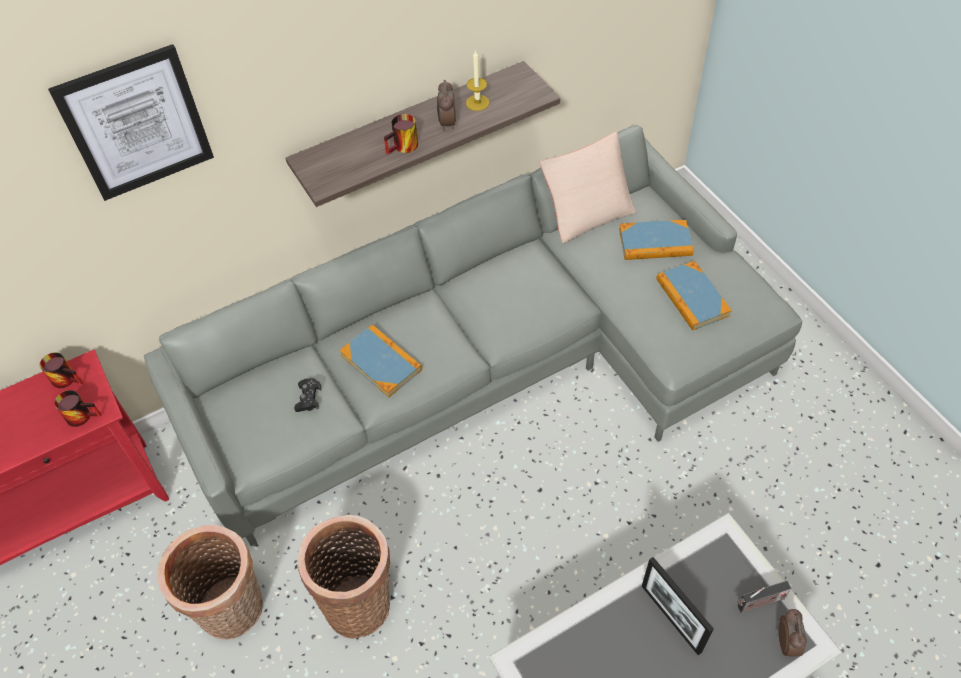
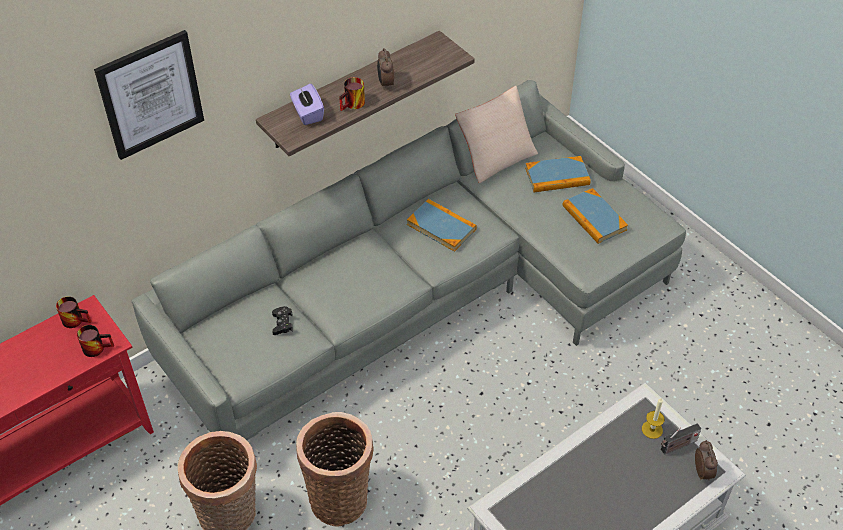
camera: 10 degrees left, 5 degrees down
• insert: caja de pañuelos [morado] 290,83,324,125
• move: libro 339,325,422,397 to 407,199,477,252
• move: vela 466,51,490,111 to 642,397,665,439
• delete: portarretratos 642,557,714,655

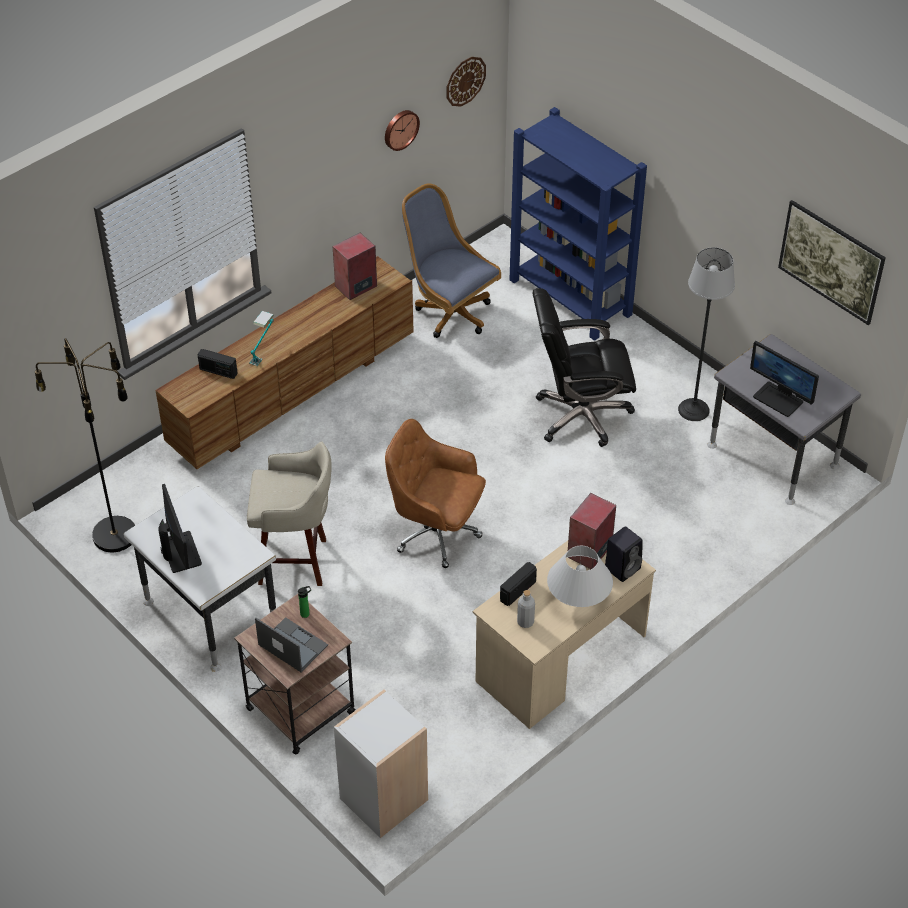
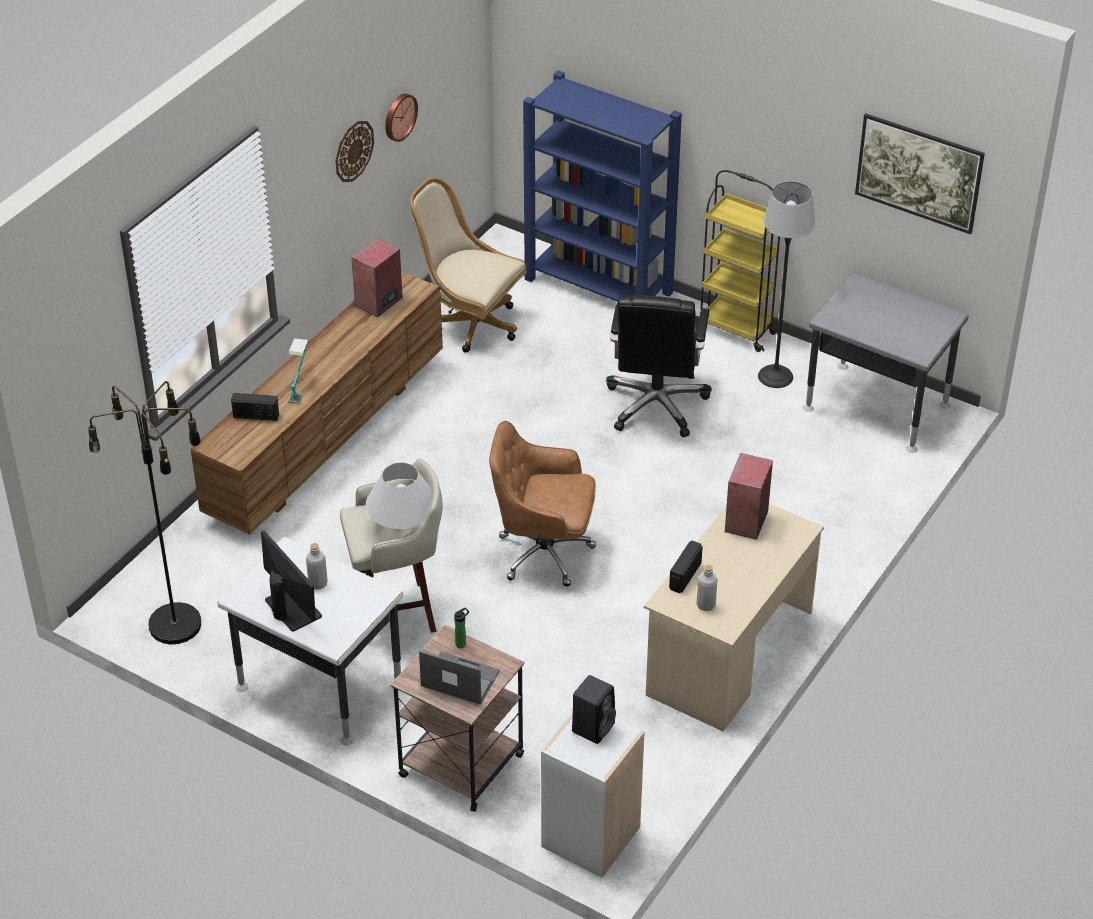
camera: 15 degrees left, 5 degrees down
• insert: botella [gris] 306,543,328,589
• move: reloj de pared 447,57,486,107 to 336,121,374,182
• move: lámpara de mesa [blanco] 547,546,613,607 to 366,462,432,529
• recolor: silla de oficina [azul] 402,183,501,338 to silla de oficina [beis] 410,177,526,353
• move: altavoz [negro] 605,526,643,582 to 572,675,616,744
• rotate: silla de oficina [negro] 532,288,636,447 = 606,295,711,437 60 degrees counterclockwise
• insert: carrito [amarillo] 700,170,780,352
• delete: monitor 750,341,819,417

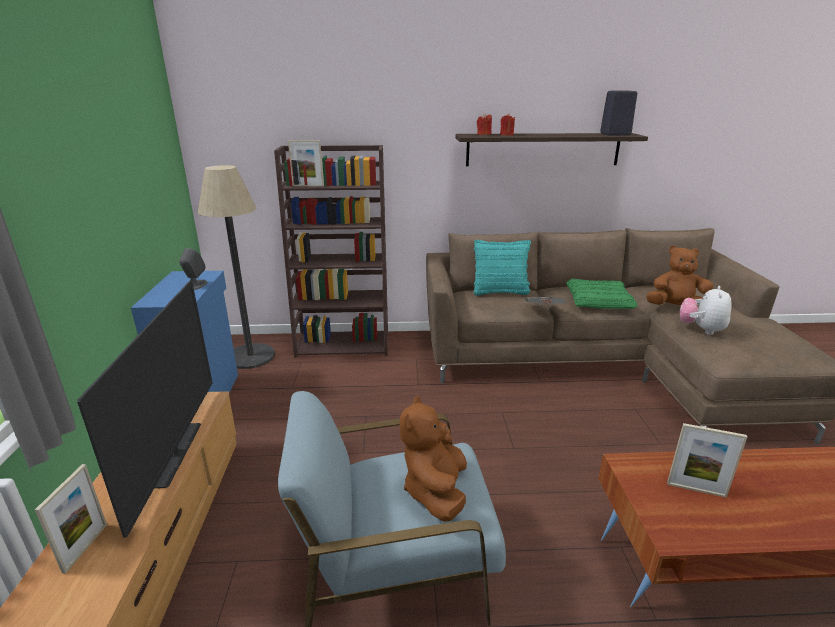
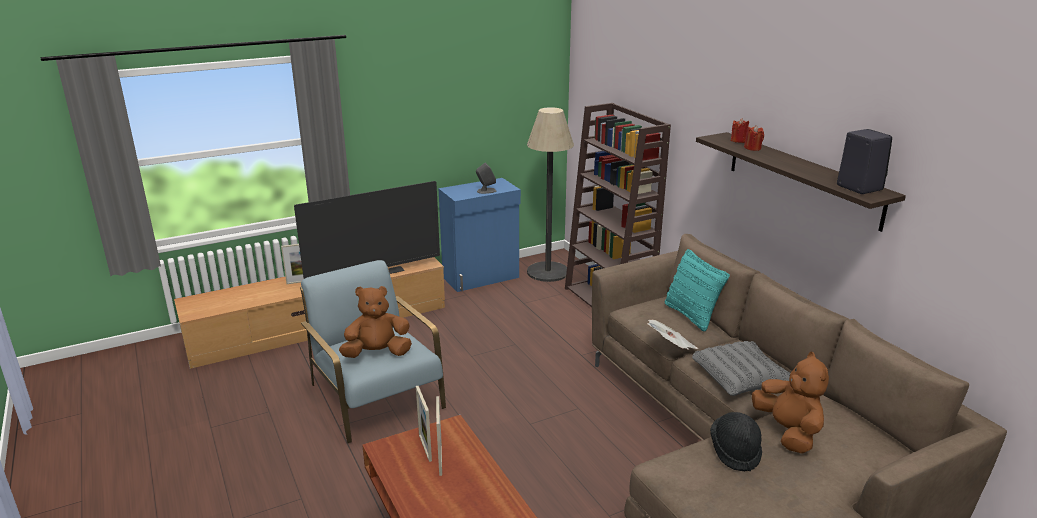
camera: 65 degrees right, 0 degrees up
• move: portarretratos 288,140,324,187 to 416,386,432,462
• recolor: cojín [verde] 567,279,638,309 to cojín [gris] 692,341,790,396
• replace: peluche 680,286,731,335 to sombrero [negro] 710,412,762,471

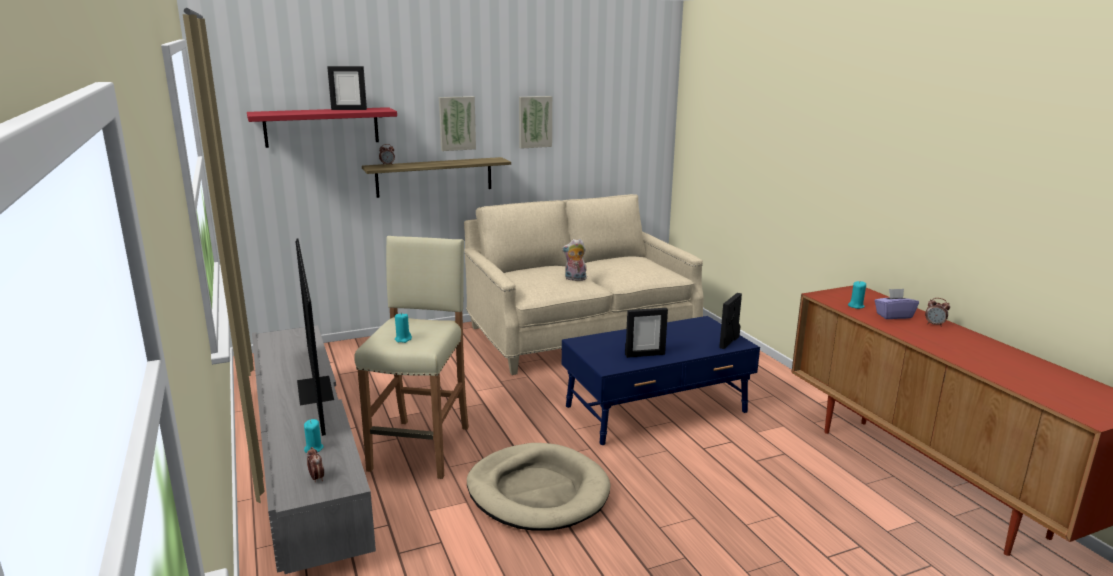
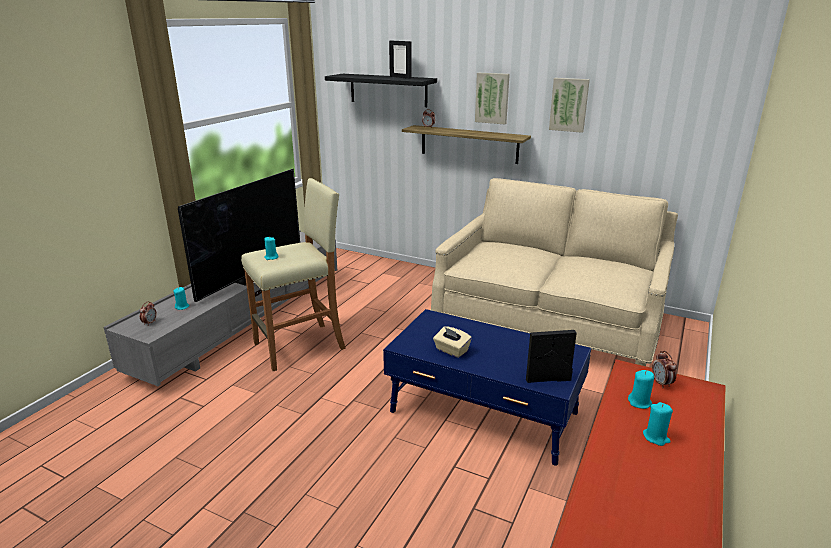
camera: 50 degrees right, 5 degrees up
• recolor: estante [rojo] 247,107,397,148 to estante [negro] 325,74,437,107
• replace: portarretratos 625,308,668,358 to caja de pañuelos [beis] 433,326,472,358
• replace: caja de pañuelos [morado] 875,289,919,319 to vela [turquesa] 643,402,673,446
• move: despertador 925,298,950,327 to 652,351,677,387
• delete: cama para perro [beis] 467,443,611,531
• delete: peluche 562,239,587,281

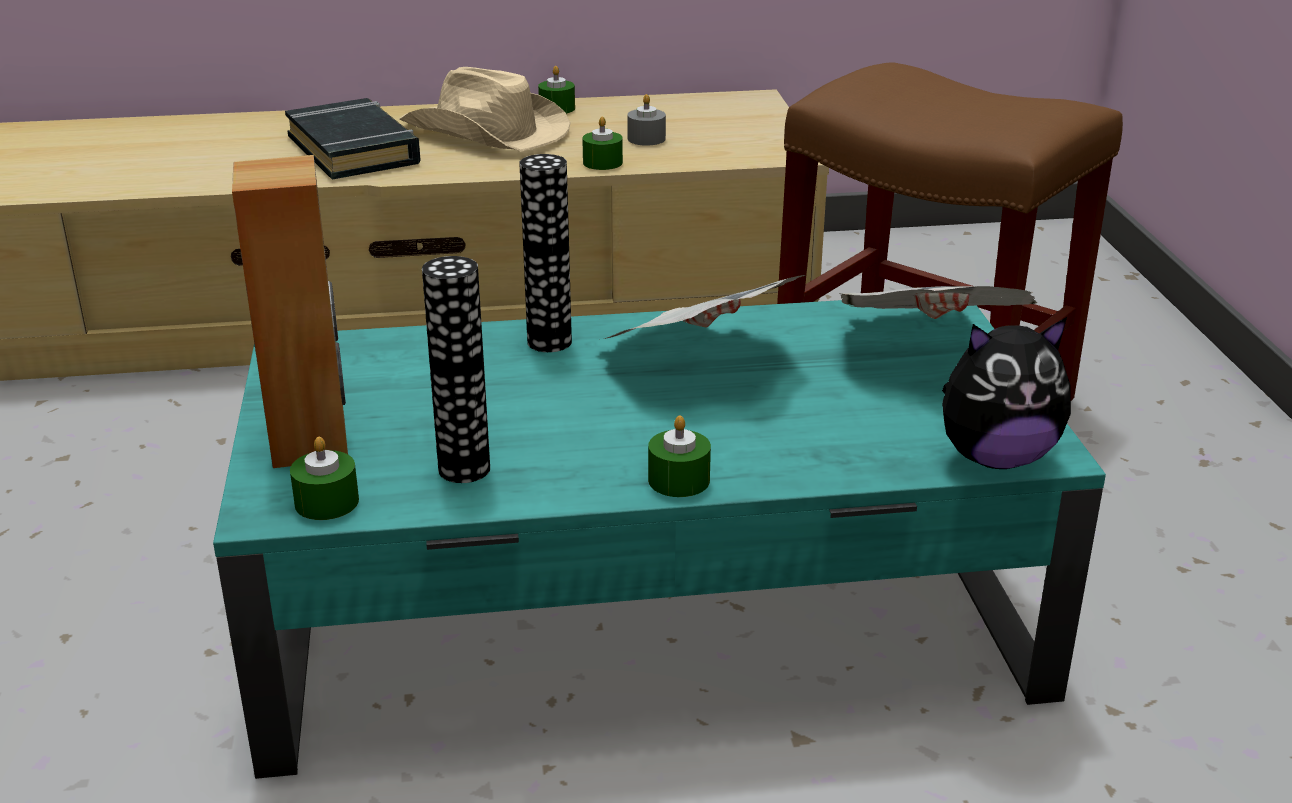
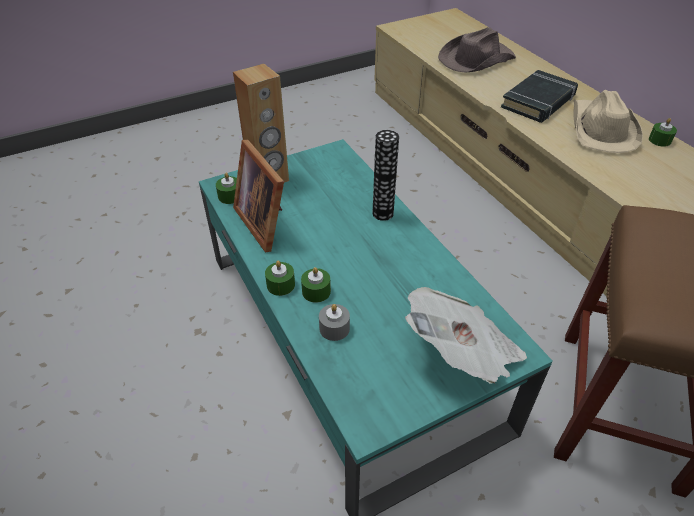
camera: 70 degrees right, 15 degrees up
• replace: florero 422,256,490,483 to portarretratos 233,140,284,253
• move: vela [verde] 582,117,623,170 to 301,267,331,303
• move: vela [gris] 627,94,666,146 to 319,304,350,341
• insert: sombrero [marrón] 438,27,516,72
• delete: periódico 601,275,806,340
• delete: peluche 942,317,1071,469

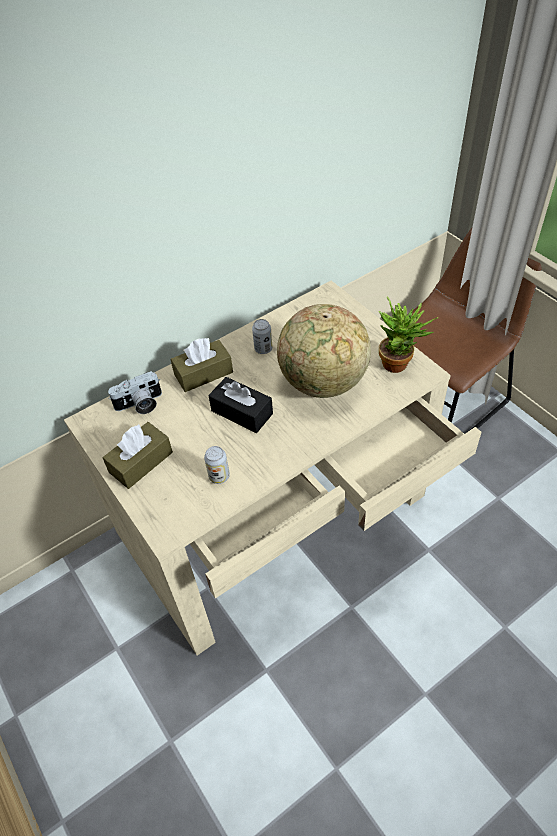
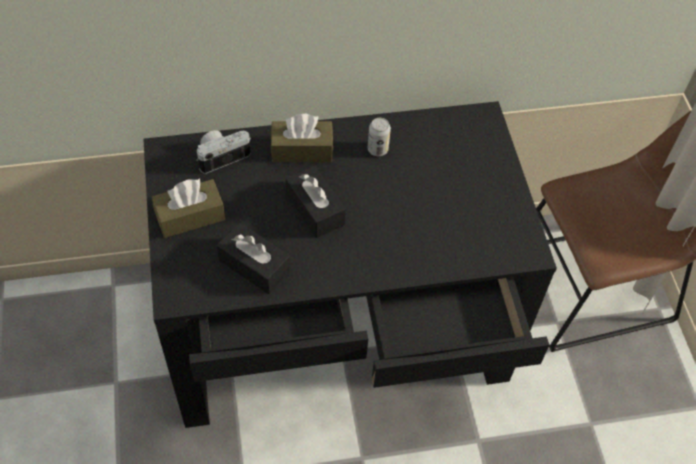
camera: 20 degrees right, 5 degrees up
• recolor: escritorio [beis] 64,281,481,655 to escritorio [negro] 143,101,557,428
• rotate: cámara 108,371,162,414 = 196,130,251,174 150 degrees clockwise
• replace: lata 204,446,230,484 to caja de pañuelos [negro] 217,223,291,294
• delete: globo terráqueo 277,304,371,398
• delete: planta en maceta 379,296,438,373

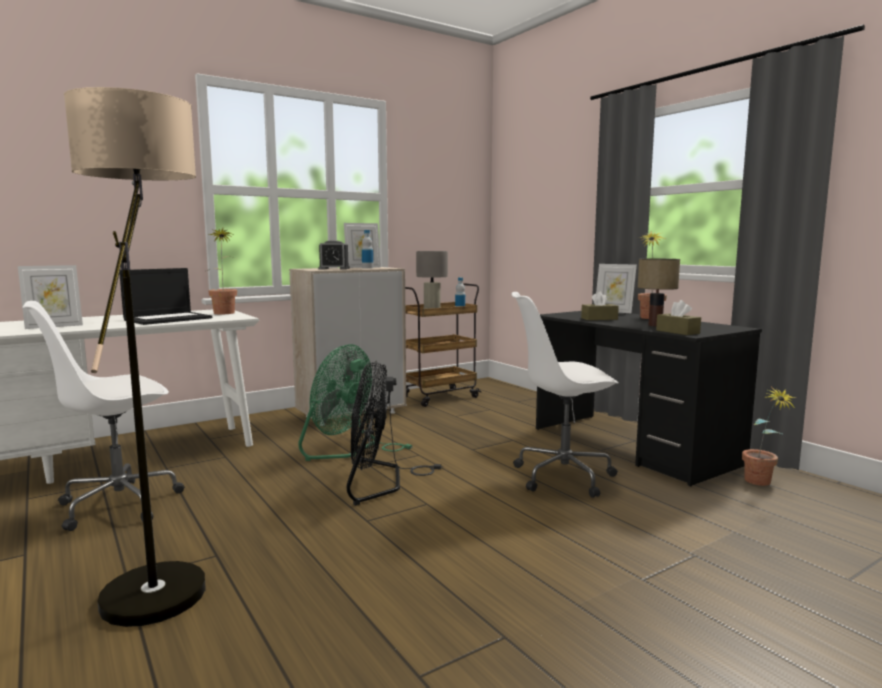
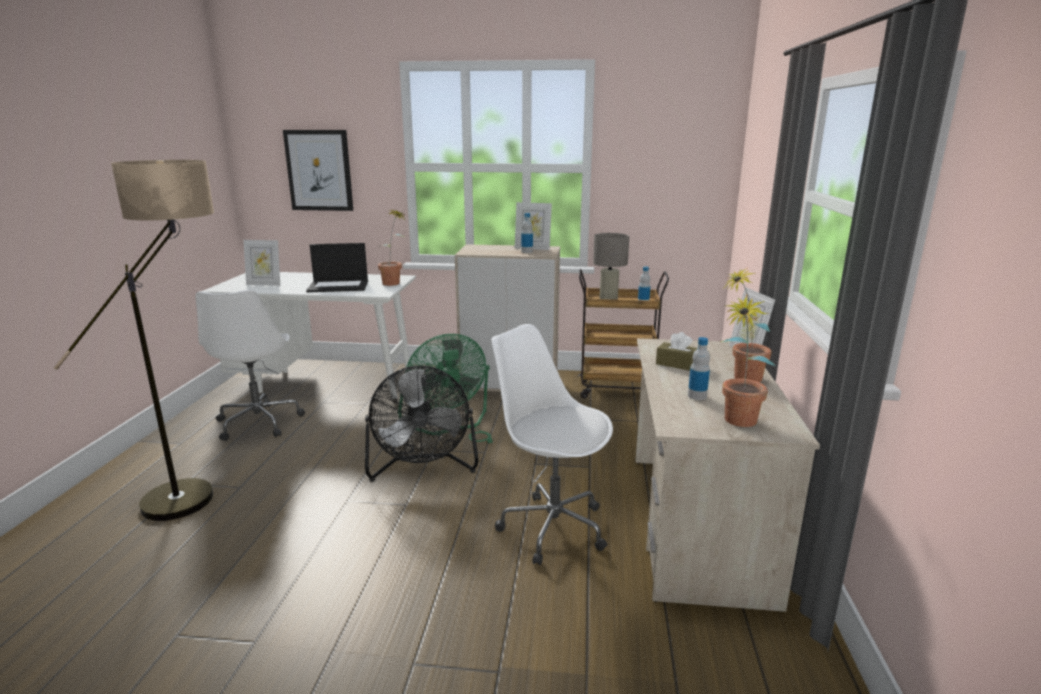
camera: 40 degrees right, 10 degrees up
• rotate: silla de oficina [blanco] 22,301,185,531 = 195,290,305,441 105 degrees counterclockwise
• insert: cuadro 283,130,353,211
• rotate: ventilador [negro] 347,361,443,506 = 365,366,478,482 135 degrees counterclockwise
• recolor: escritorio [negro] 536,311,762,486 to escritorio [beis] 635,338,820,612
• replace: lámpara de mesa 638,259,680,326 to botella 688,337,710,400
• move: planta en maceta 742,387,796,486 to 720,295,776,427
• delete: despertador 318,240,350,270
• delete: caja de pañuelos [marrón] 656,300,701,335

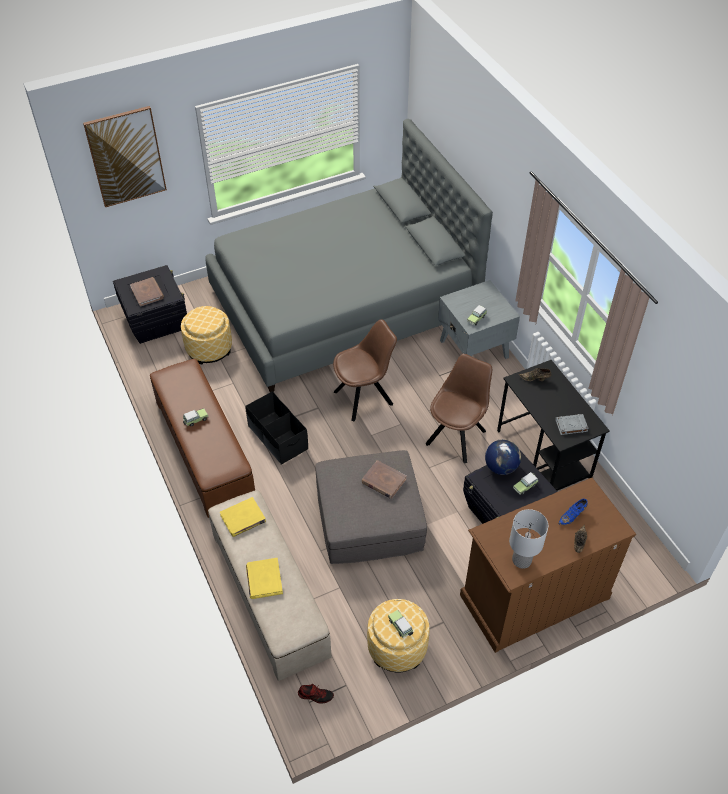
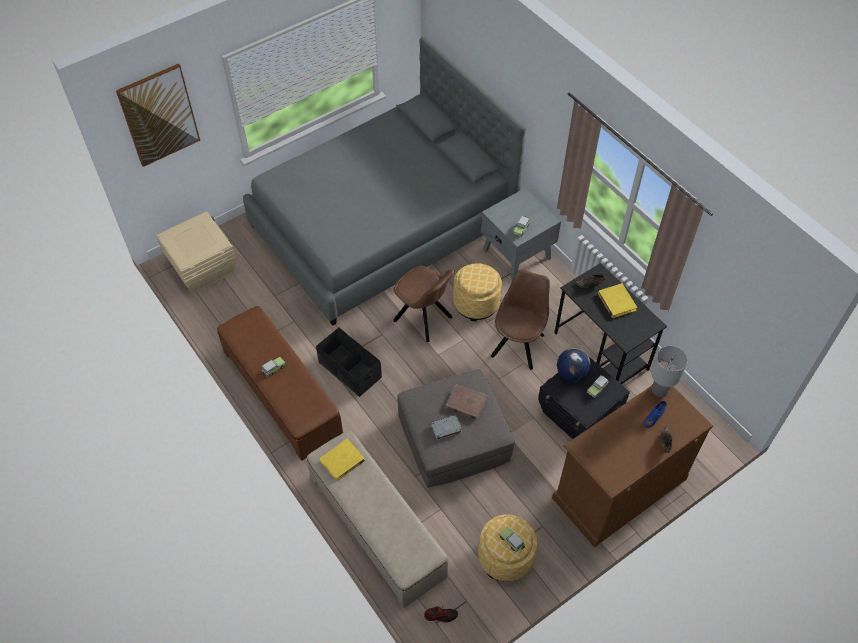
camera: 10 degrees left, 5 degrees up
• recolor: caja de almacenaje [negro] 113,265,187,344 to caja de almacenaje [beis] 156,211,236,293
• rotate: silla [marrón] 333,319,397,422 = 393,266,455,342 75 degrees clockwise
• move: libro [gris] 555,414,589,435 to 431,415,462,440
• move: puf 181,306,232,365 to 453,263,502,321
• move: libro [amarillo] 246,558,283,599 to 598,283,637,318
• move: lámpara de mesa [gris] 509,509,548,569 to 651,346,688,397
• delete: libro [marrón] 130,277,164,307

